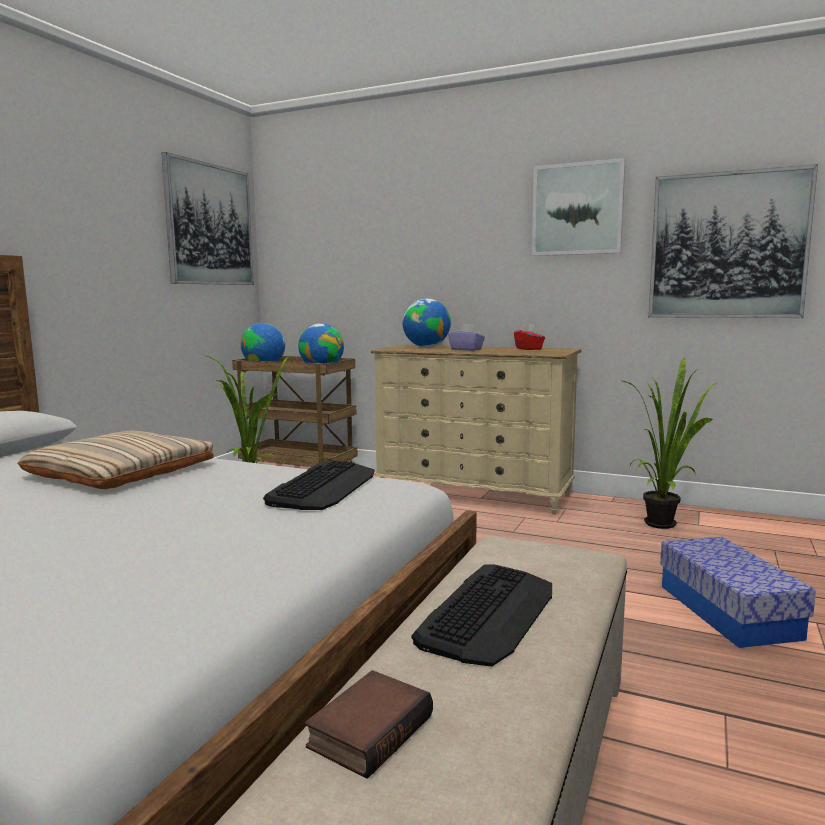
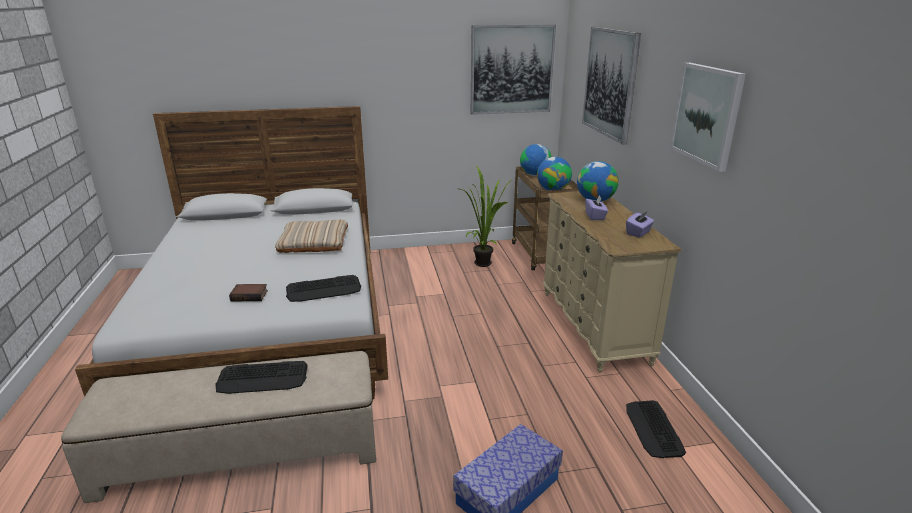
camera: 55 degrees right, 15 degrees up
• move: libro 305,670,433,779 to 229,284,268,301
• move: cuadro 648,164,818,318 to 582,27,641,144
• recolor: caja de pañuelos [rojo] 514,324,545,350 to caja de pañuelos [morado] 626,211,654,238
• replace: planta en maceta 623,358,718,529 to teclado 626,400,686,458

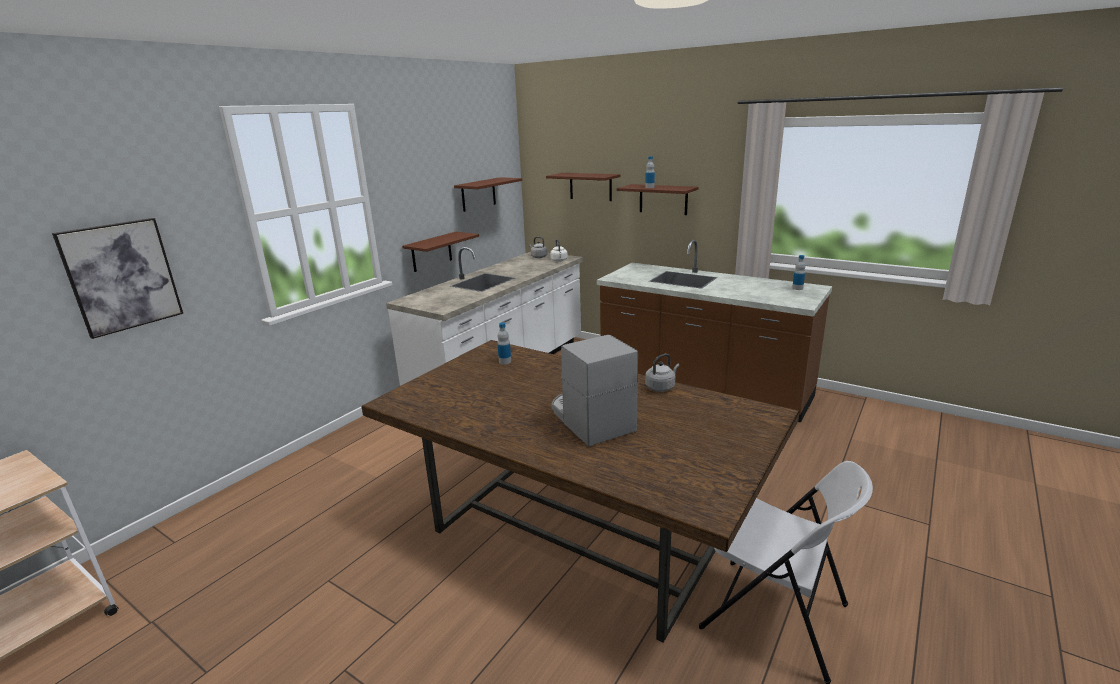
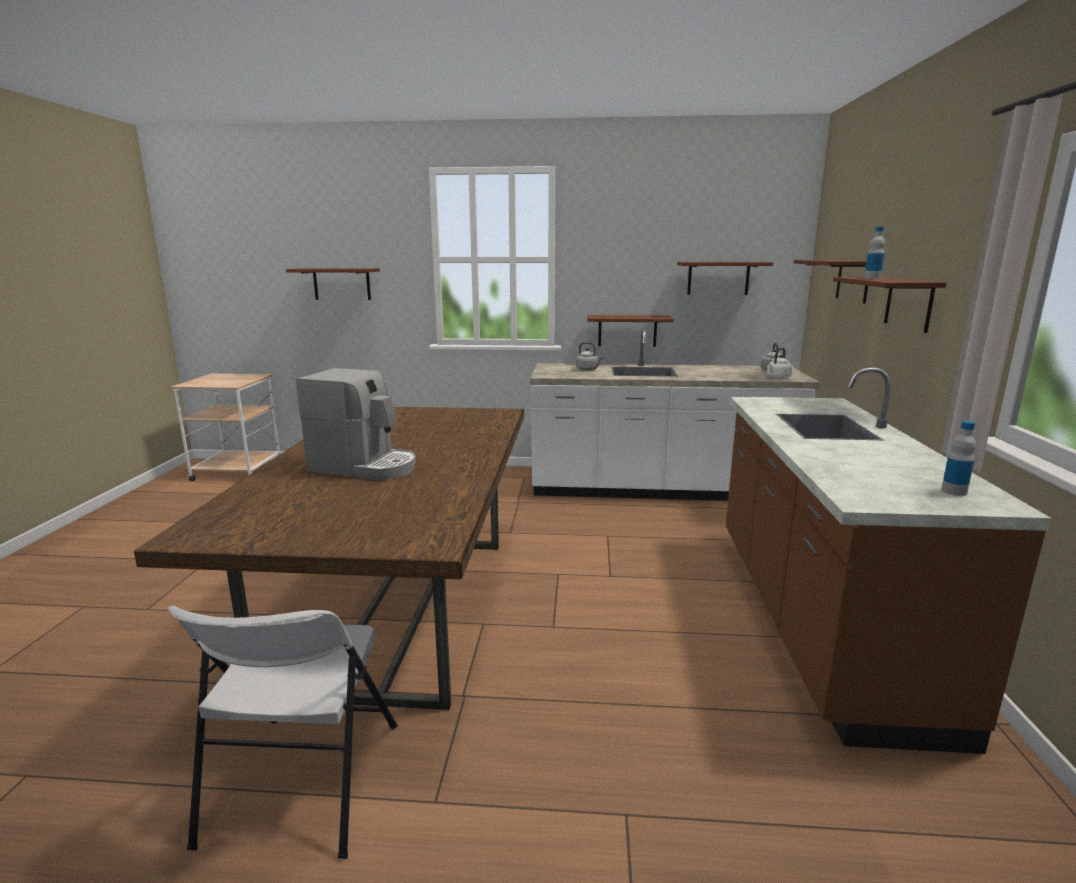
camera: 60 degrees right, 5 degrees down
• replace: cuadro 52,218,183,339 to estante [marrón] 286,268,380,300
• rotate: cafetera 551,335,638,446 = 296,368,416,480 75 degrees clockwise
• move: hervidor [gris] 645,354,679,392 to 576,342,604,371
• delete: botella 497,322,511,364

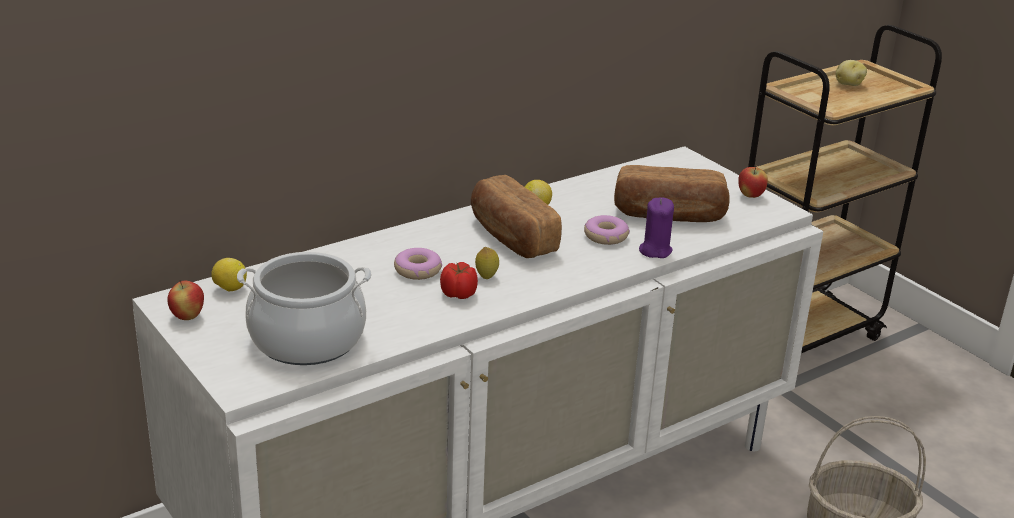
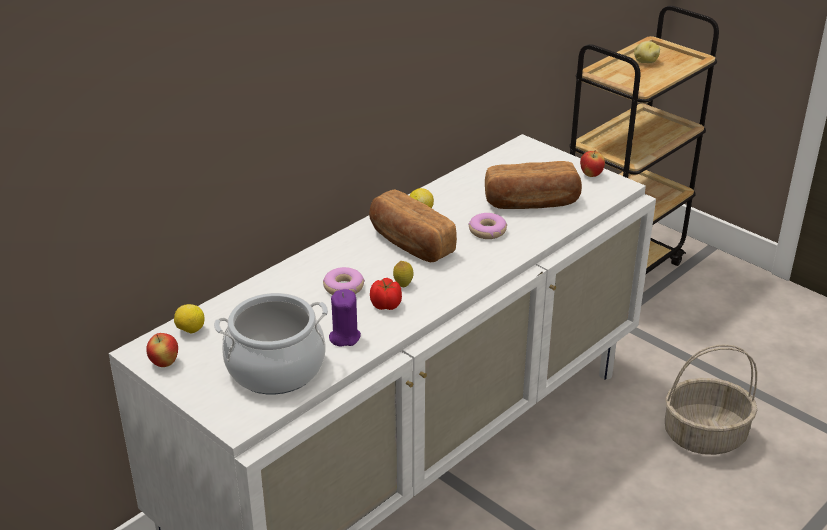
camera: 10 degrees left, 5 degrees up
• move: vela [morado] 639,198,674,258 to 329,289,361,347

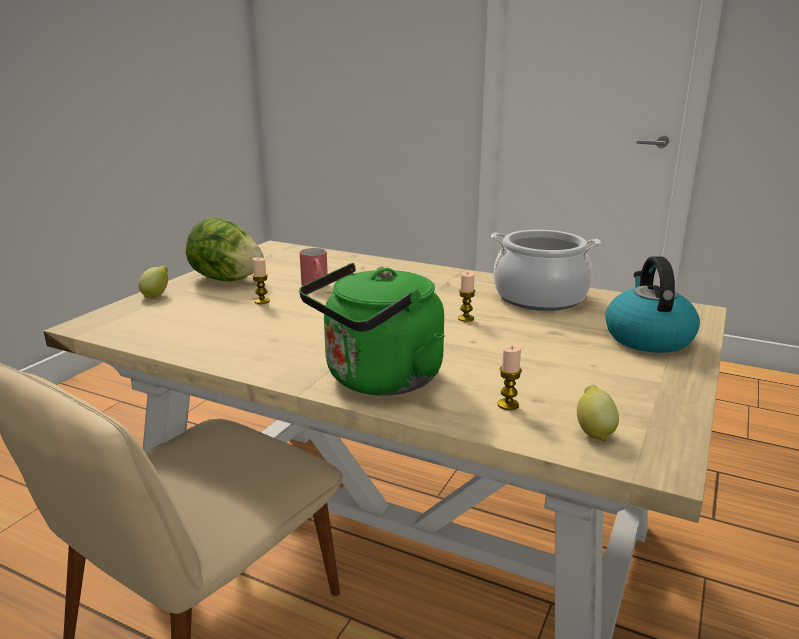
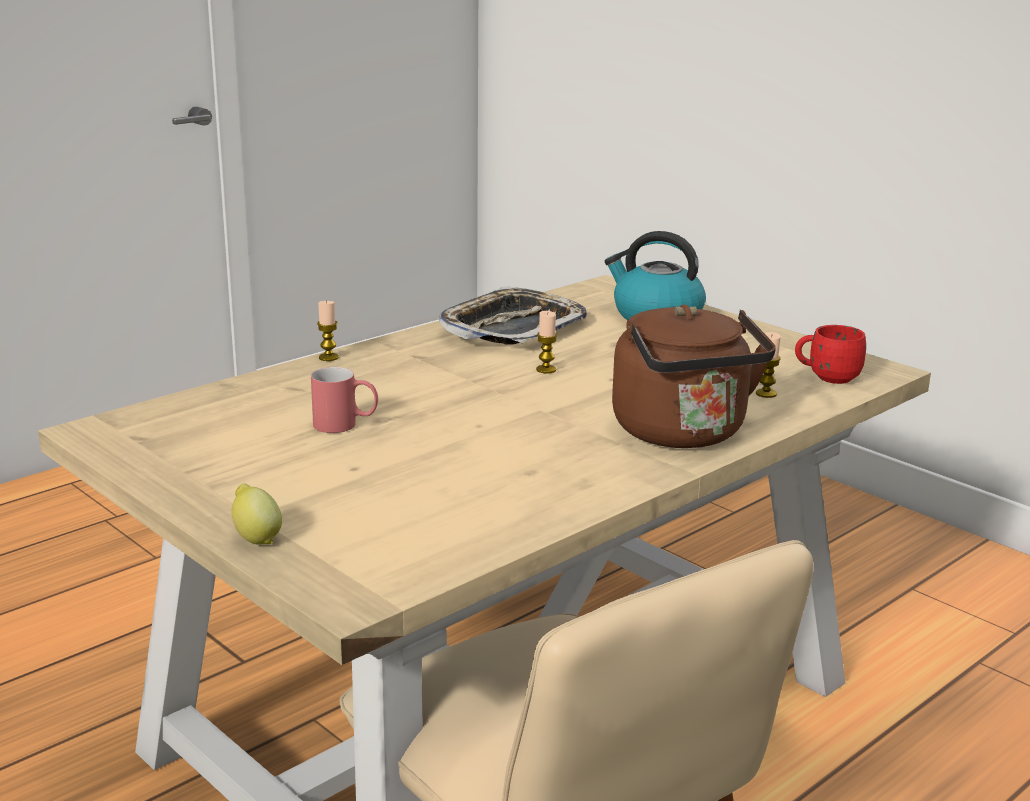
camera: 70 degrees left, 0 degrees up
• move: vela 252,257,270,304 to 317,300,339,361
• replace: olla 491,230,601,311 to bandeja 439,287,587,345
• recolor: hervidor [verde] 299,263,445,395 to hervidor [marrón] 612,304,776,448
• replace: limón 577,385,619,441 to taza grande [rojo] 795,325,866,384
• delete: lechuga 186,218,264,281

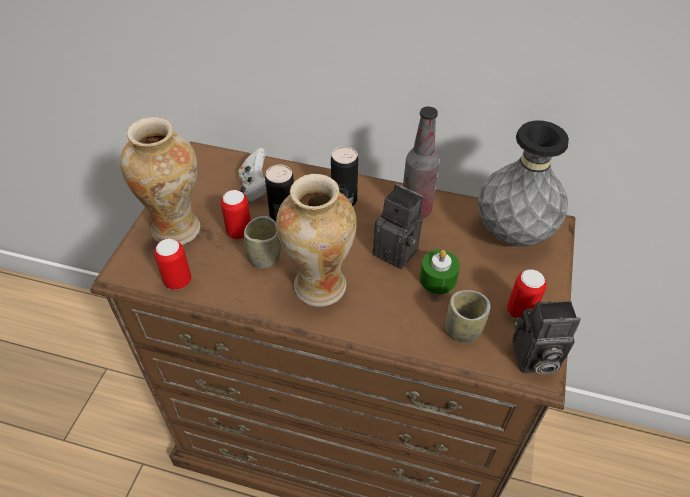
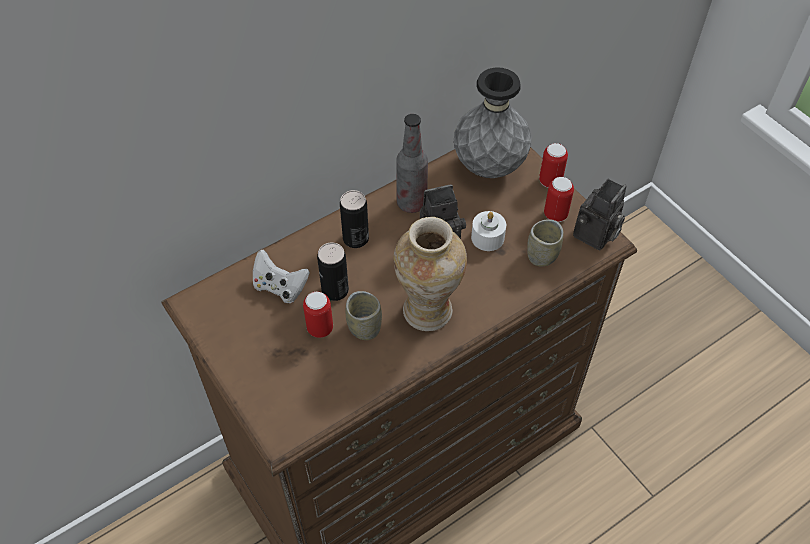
camera: 50 degrees left, 5 degrees up
• recolor: vela [verde] 420,250,460,294 to vela [blanco] 471,211,506,251
• move: lata 154,239,191,290 to 539,143,568,188
• delete: florero 120,117,200,245

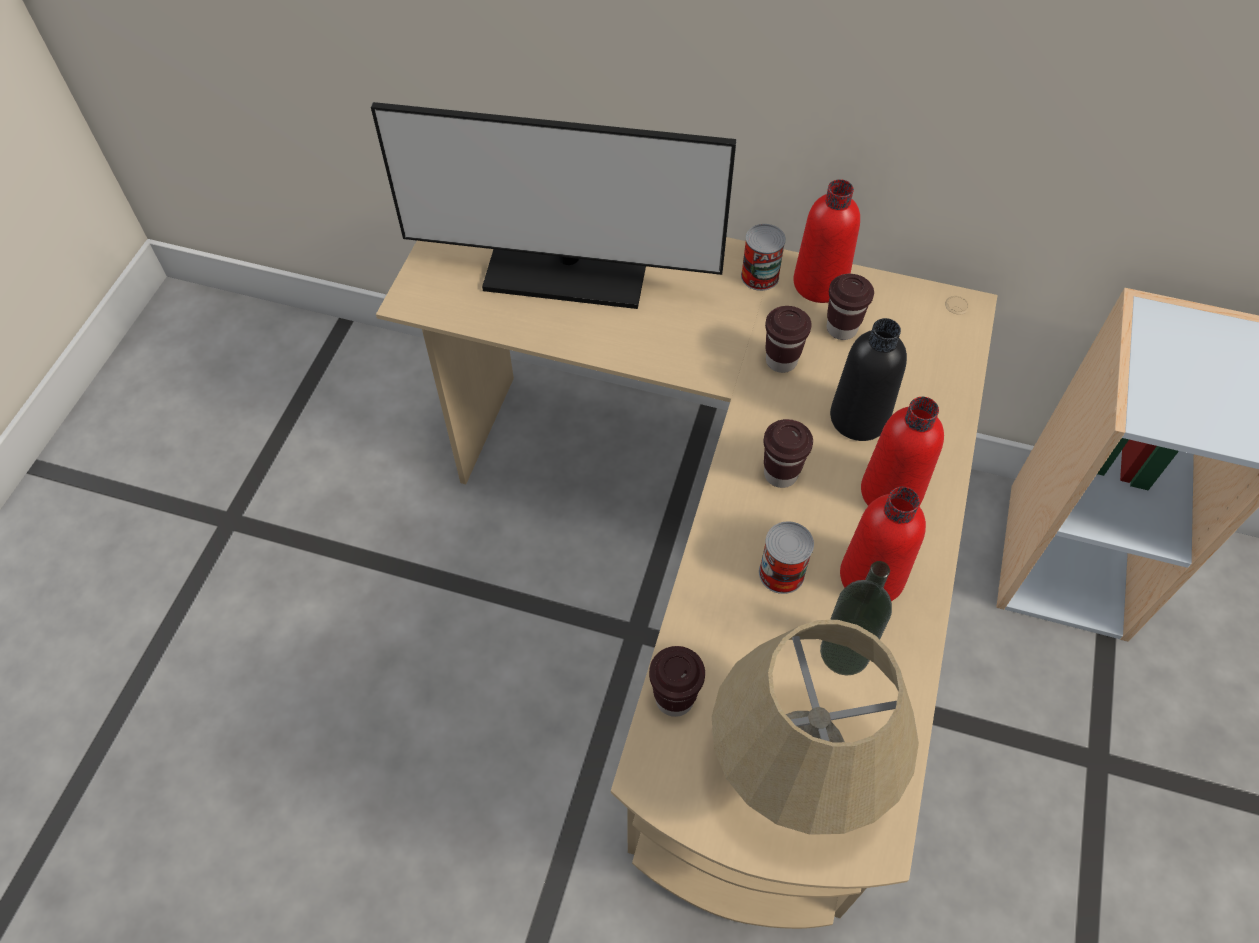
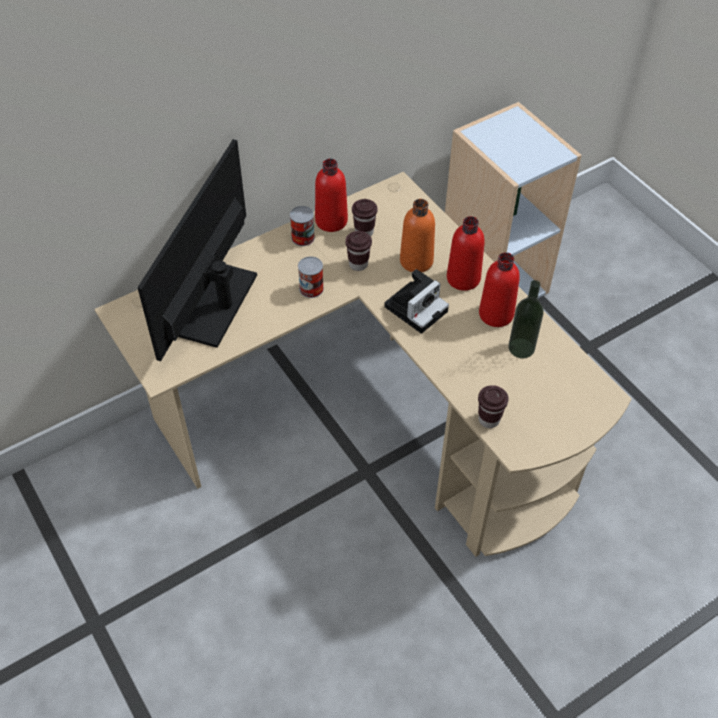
camera: 50 degrees left, 5 degrees down
• rotate: monitor 371,102,737,309 = 137,139,257,361 150 degrees clockwise
• move: lata 759,521,814,594 to 298,256,324,298
• replace: taza [marrón] 764,419,813,488 to cámara 384,269,449,334
• recolor: botella [negro] 830,318,907,441 to botella [naranja] 400,199,435,272
• delete: lámpara de mesa [beis] 712,620,919,835

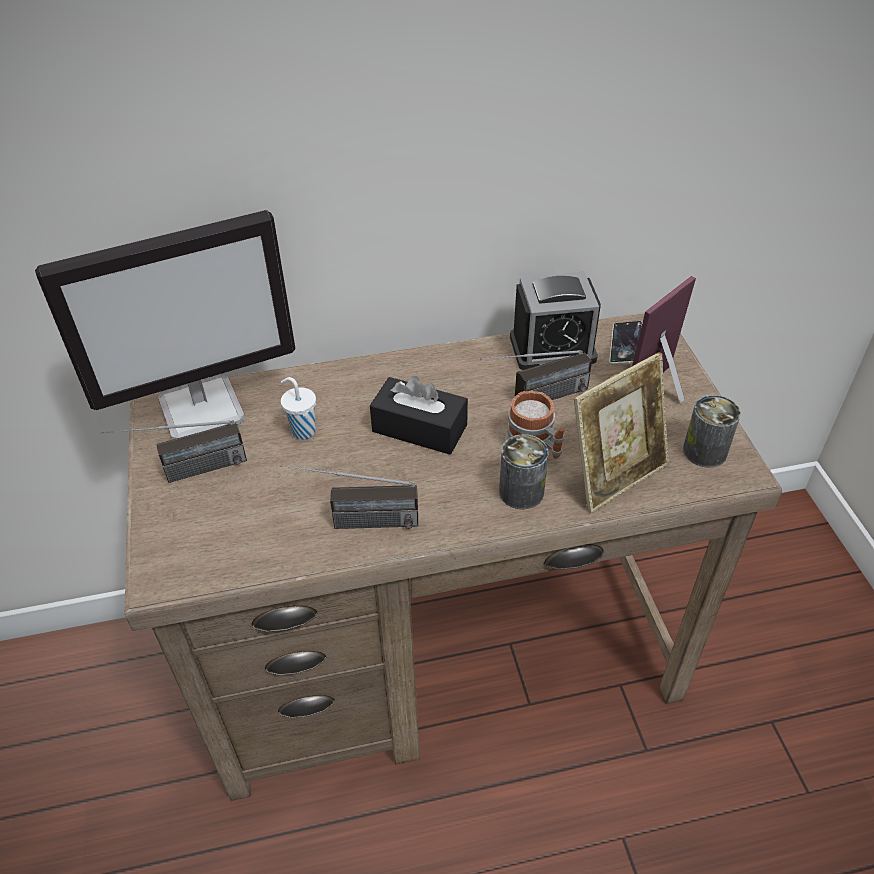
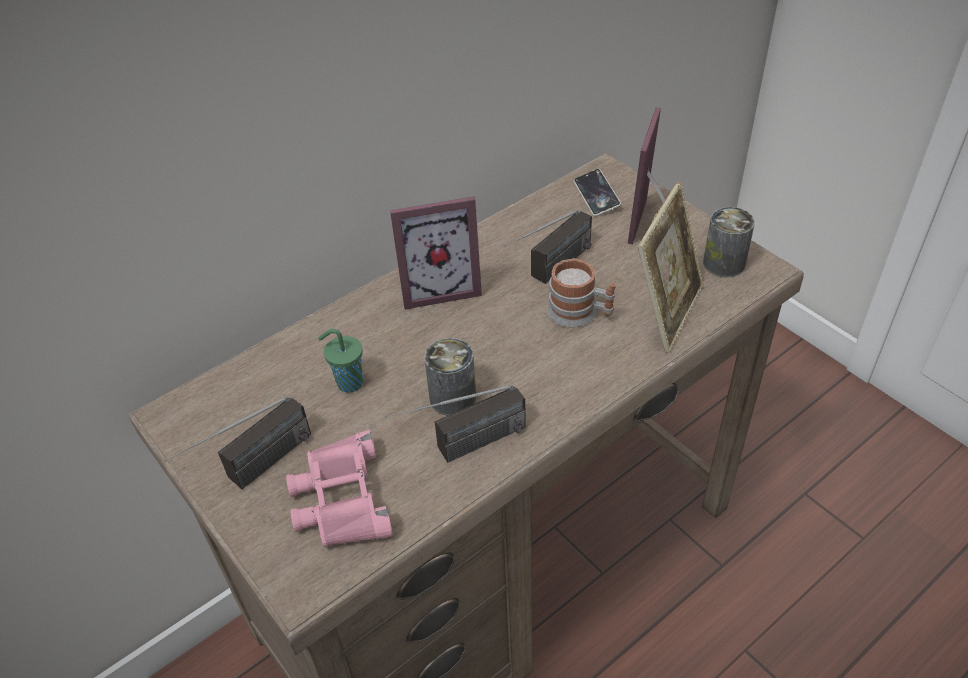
camera: 25 degrees left, 0 degrees up
• insert: prismáticos [rosa] 286,430,393,547
• recolor: taza [blanco] 281,377,316,440 to taza [verde] 318,329,363,393
• insert: portarretratos 390,197,482,310
• move: lata 499,434,549,509 to 424,338,476,416
• delete: monitor 35,210,296,440
• delete: caja de pañuelos [negro] 370,376,468,455
• delete: despertador 510,272,601,370

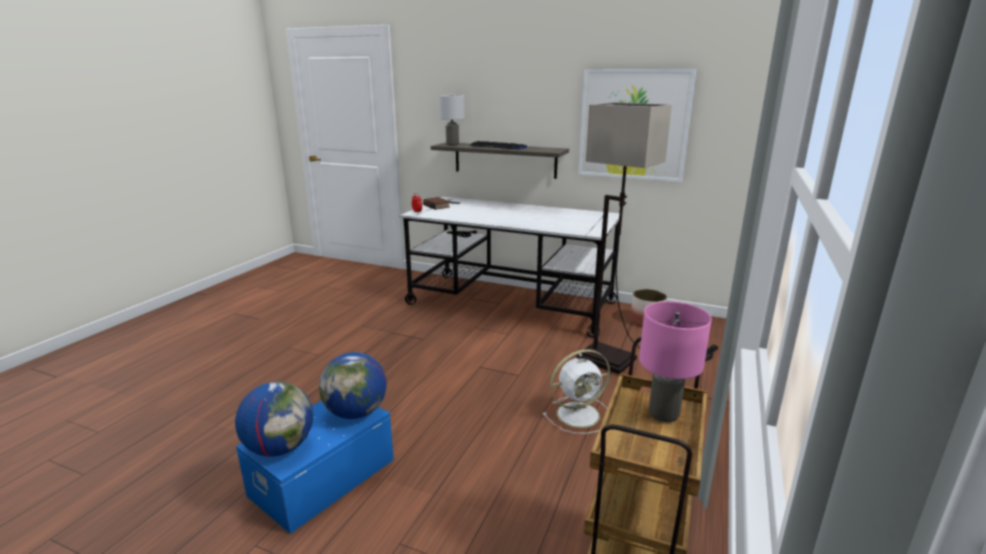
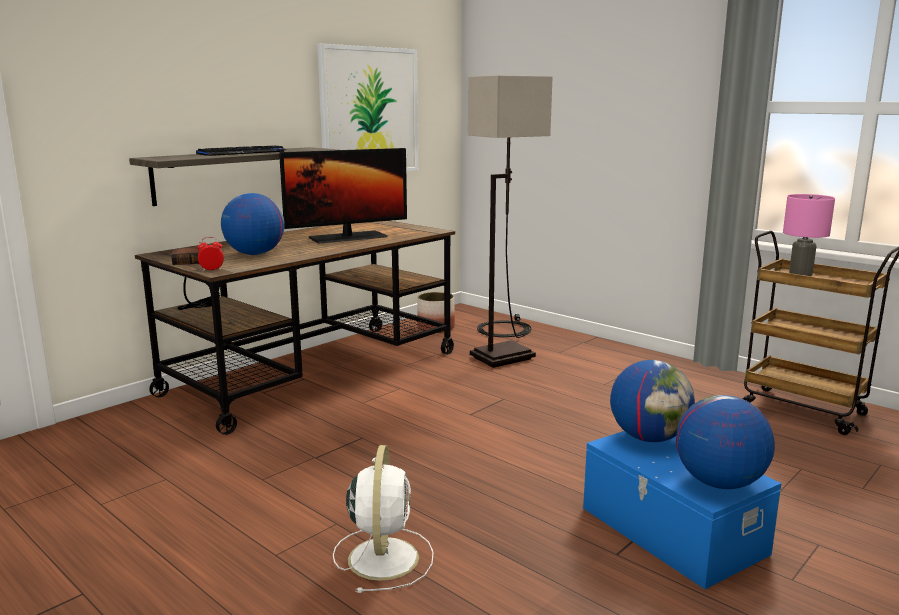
camera: 70 degrees left, 5 degrees down
• recolor: escritorio [blanco] 399,197,623,338 to escritorio [marrón] 135,221,455,435
• insert: globo terráqueo 221,193,285,255
• insert: monitor 279,148,407,244
• move: ventilador [blanco] 543,349,610,434 to 333,445,434,593
• delete: lámpara de mesa [blanco] 438,94,465,146

